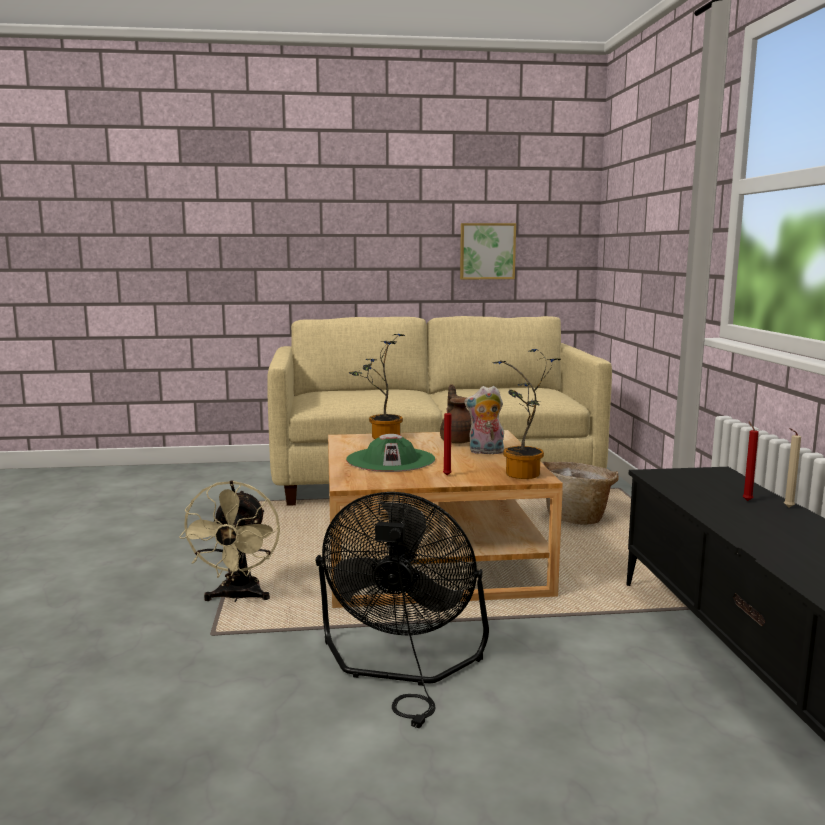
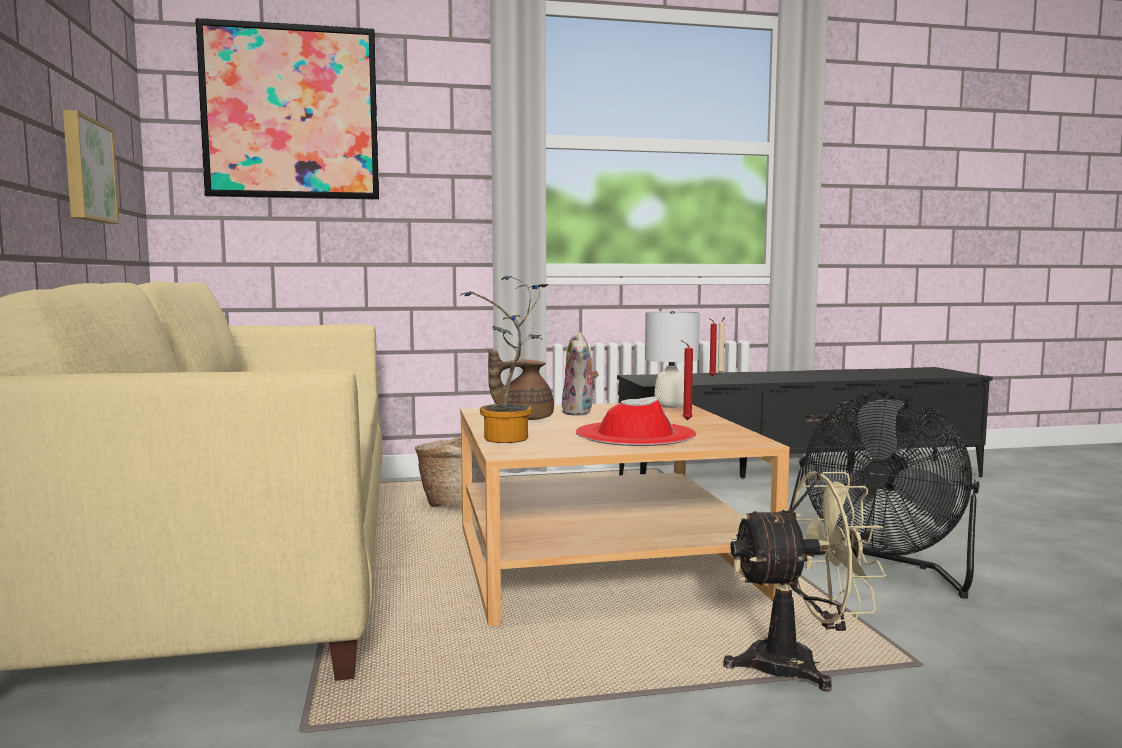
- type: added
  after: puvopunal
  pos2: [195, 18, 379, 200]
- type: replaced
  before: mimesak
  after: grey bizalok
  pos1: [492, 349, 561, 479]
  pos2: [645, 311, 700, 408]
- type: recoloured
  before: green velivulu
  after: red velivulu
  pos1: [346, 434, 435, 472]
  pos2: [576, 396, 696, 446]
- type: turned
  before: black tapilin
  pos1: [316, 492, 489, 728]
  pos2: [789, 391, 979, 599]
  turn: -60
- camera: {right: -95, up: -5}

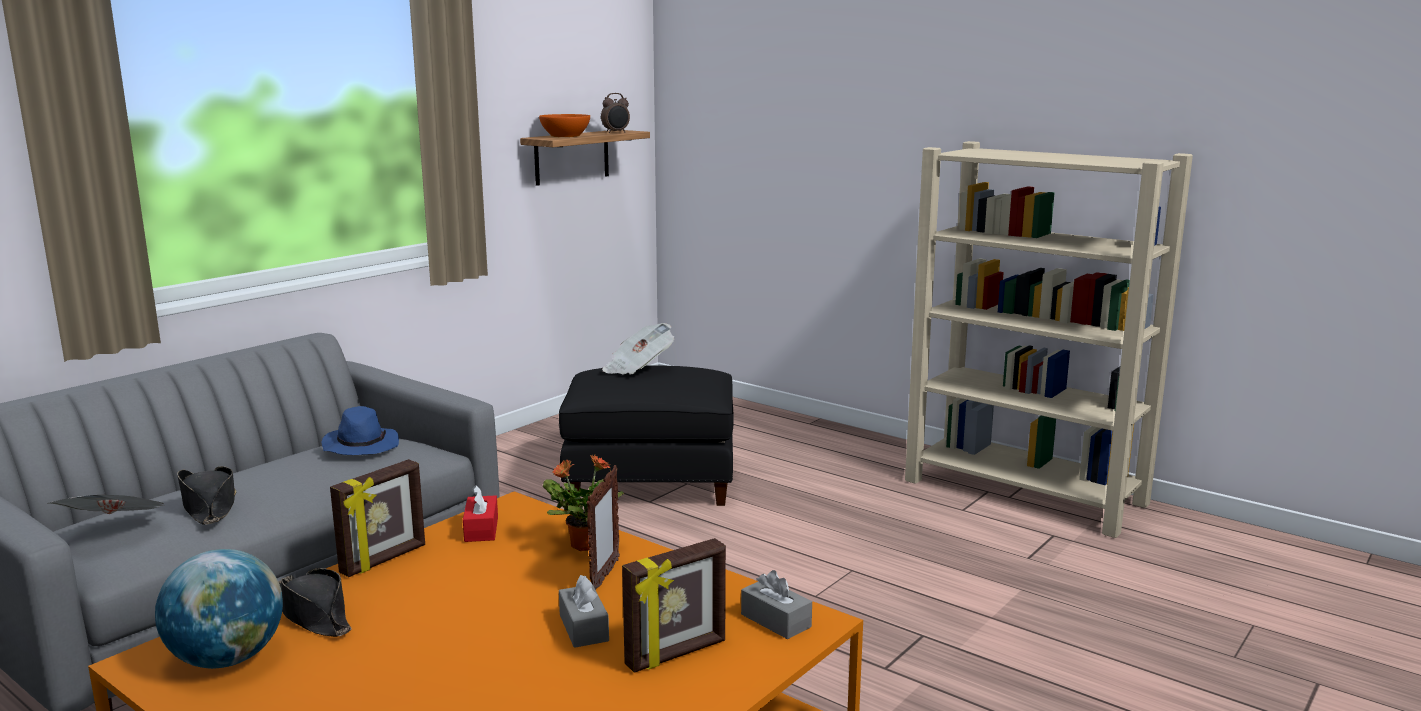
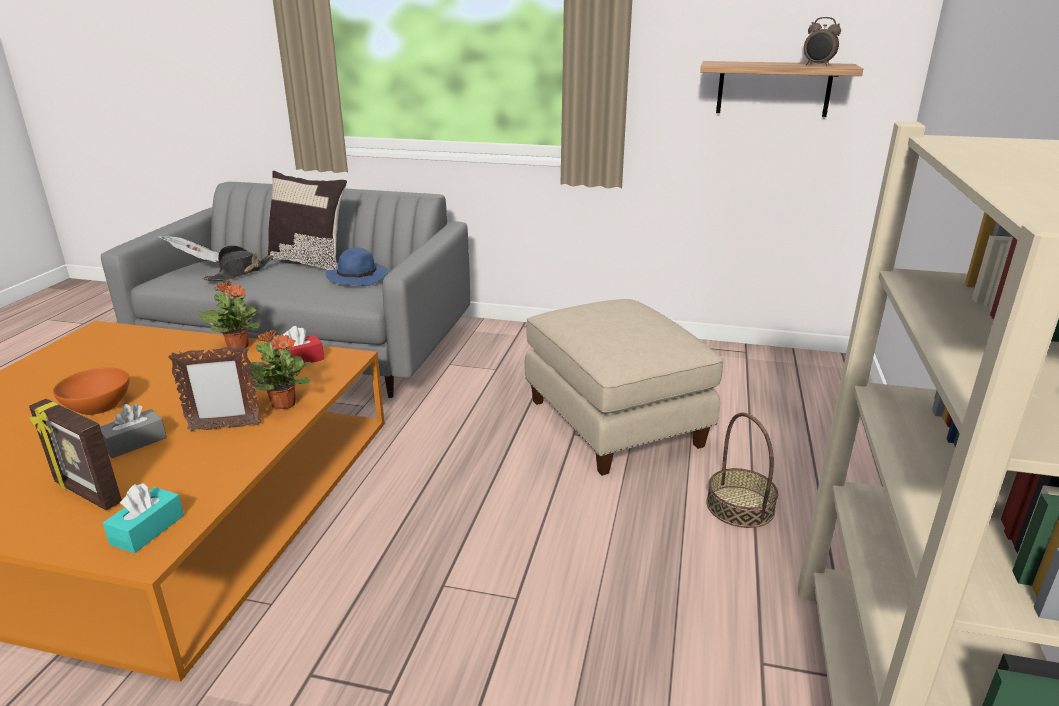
- type: removed
  before: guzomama
  pos1: [155, 549, 283, 669]
- type: removed
  before: black velivulu
  pos1: [278, 568, 352, 637]
- type: removed
  before: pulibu
  pos1: [602, 323, 674, 375]
- type: added
  after: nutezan
  pos2: [268, 171, 347, 270]
- type: added
  after: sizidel
  pos2: [706, 412, 778, 528]
- type: moved
  before: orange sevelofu
  pos1: [539, 114, 590, 137]
  pos2: [53, 367, 129, 415]
- type: replaced
  before: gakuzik
  after: mimesak
  pos1: [330, 459, 425, 577]
  pos2: [198, 281, 260, 348]
- type: recoloured
  before: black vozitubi
  after: beige vozitubi
  pos1: [559, 365, 734, 506]
  pos2: [525, 299, 723, 475]
- type: recoloured
  before: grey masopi
  after: turquoise masopi
  pos1: [741, 570, 812, 639]
  pos2: [103, 483, 184, 553]
- camera: {right: 65, up: 10}

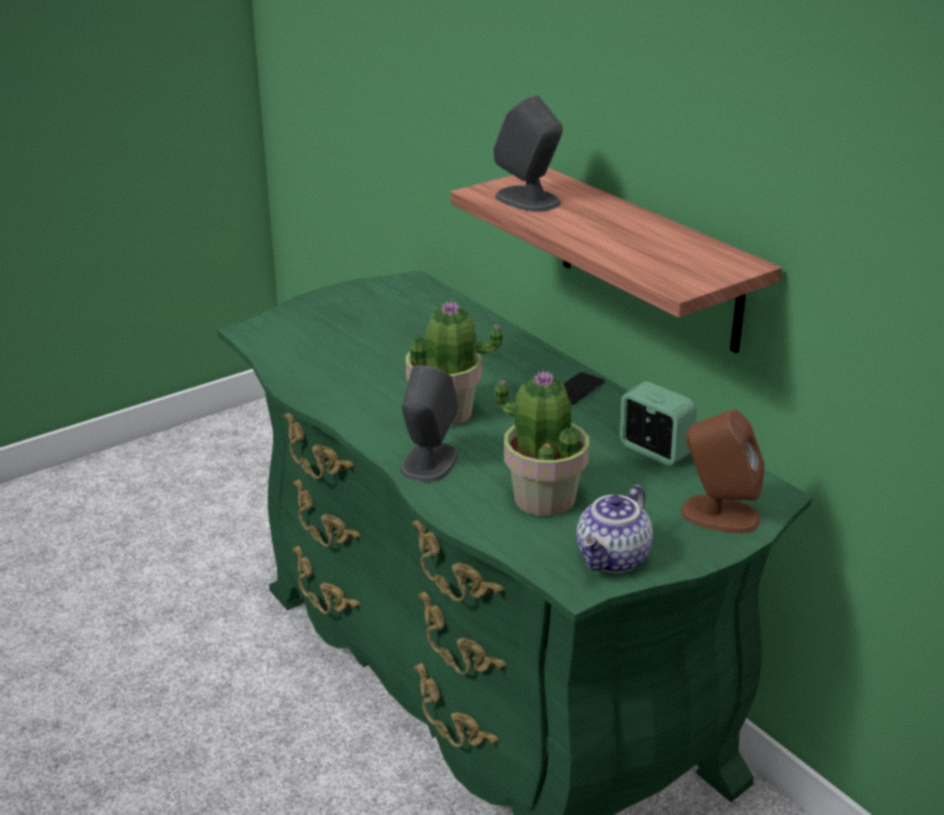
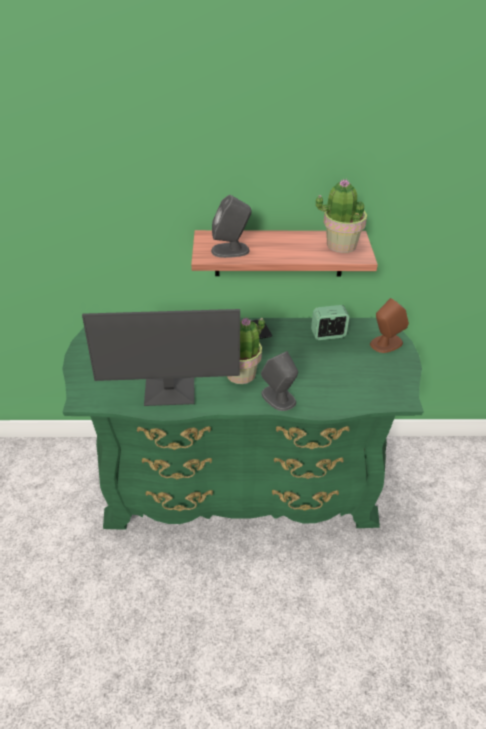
- type: removed
  before: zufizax
  pos1: [576, 485, 653, 573]
- type: added
  after: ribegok
  pos2: [82, 309, 240, 406]
- type: moved
  before: mimesak
  pos1: [494, 370, 589, 516]
  pos2: [316, 179, 367, 253]
- camera: {right: -55, up: 10}

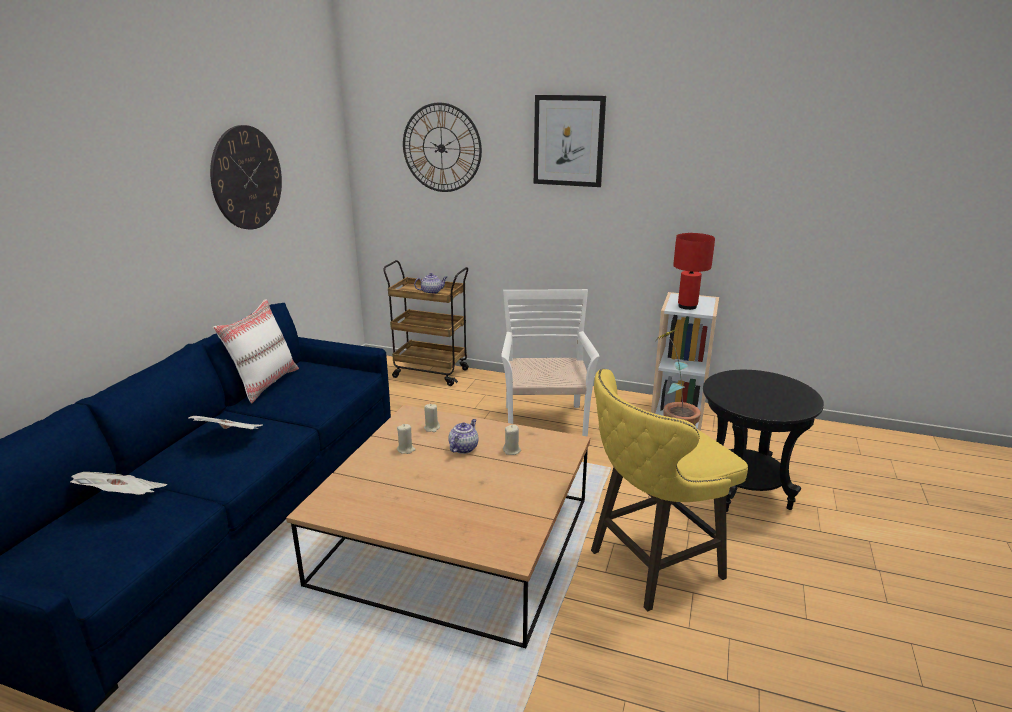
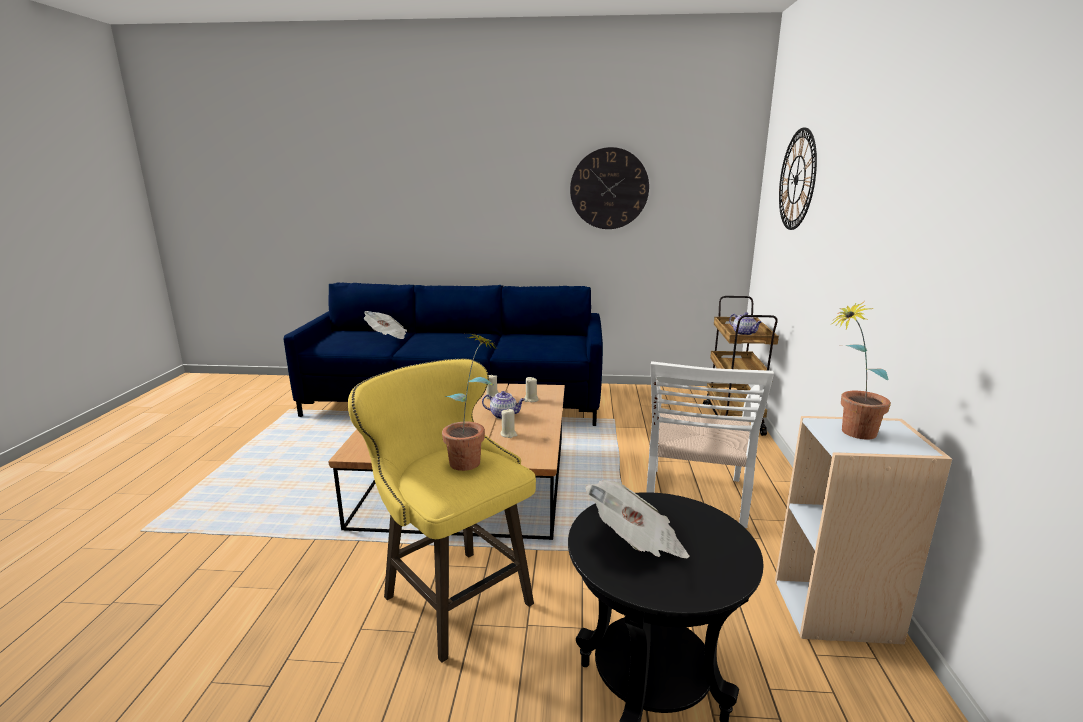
- type: removed
  before: white nutezan
  pos1: [213, 299, 299, 403]
- type: removed
  before: puvopunal
  pos1: [534, 95, 606, 187]
- type: moved
  before: pulibu
  pos1: [189, 416, 262, 429]
  pos2: [586, 480, 689, 558]
- type: replaced
  before: red bizalok
  after: mimesak
  pos1: [673, 233, 715, 310]
  pos2: [832, 301, 891, 440]
- type: turned
  before: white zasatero
  pos1: [501, 289, 599, 437]
  pos2: [646, 361, 774, 528]
  turn: 120
- camera: {right: 75, up: -5}

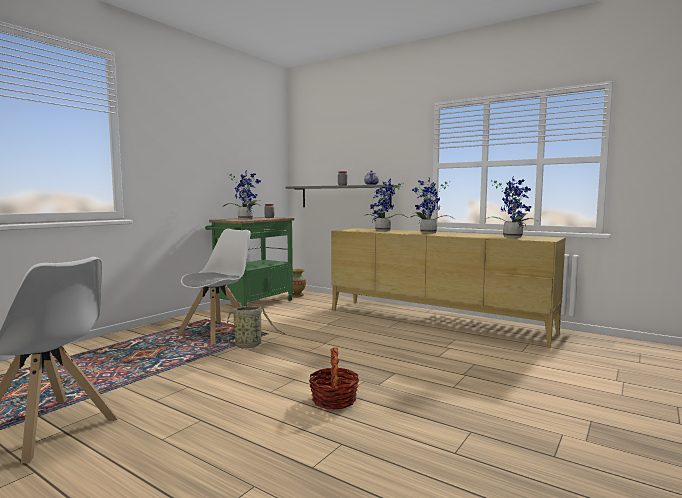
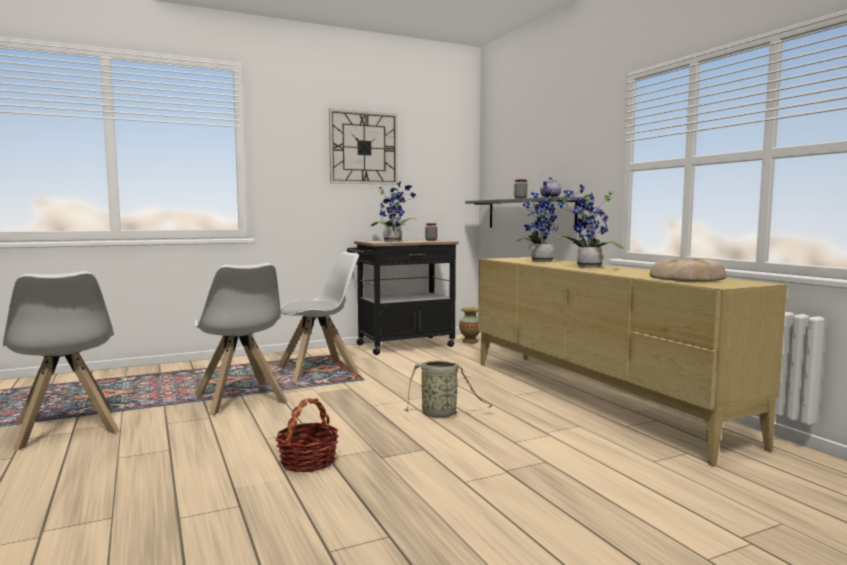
- type: added
  after: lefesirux
  pos2: [194, 263, 288, 415]
- type: added
  after: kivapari
  pos2: [329, 108, 398, 185]
- type: moved
  before: sizidel
  pos1: [222, 306, 285, 348]
  pos2: [403, 360, 492, 418]
- type: replaced
  before: mimesak
  after: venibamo
  pos1: [484, 175, 538, 238]
  pos2: [649, 258, 727, 282]
- type: recoloured
  before: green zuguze
  after: black zuguze
  pos1: [205, 217, 294, 307]
  pos2: [347, 240, 459, 355]
- camera: {right: 30, up: 0}

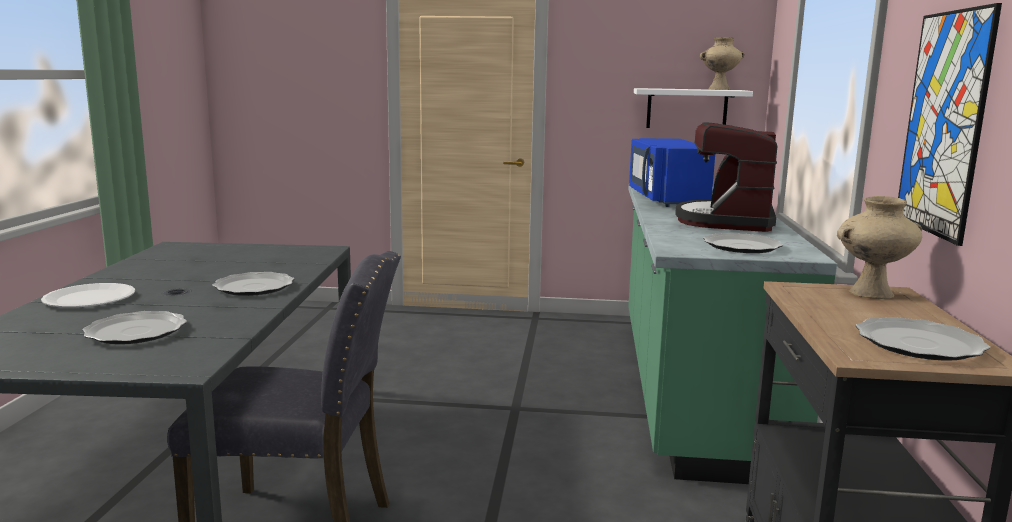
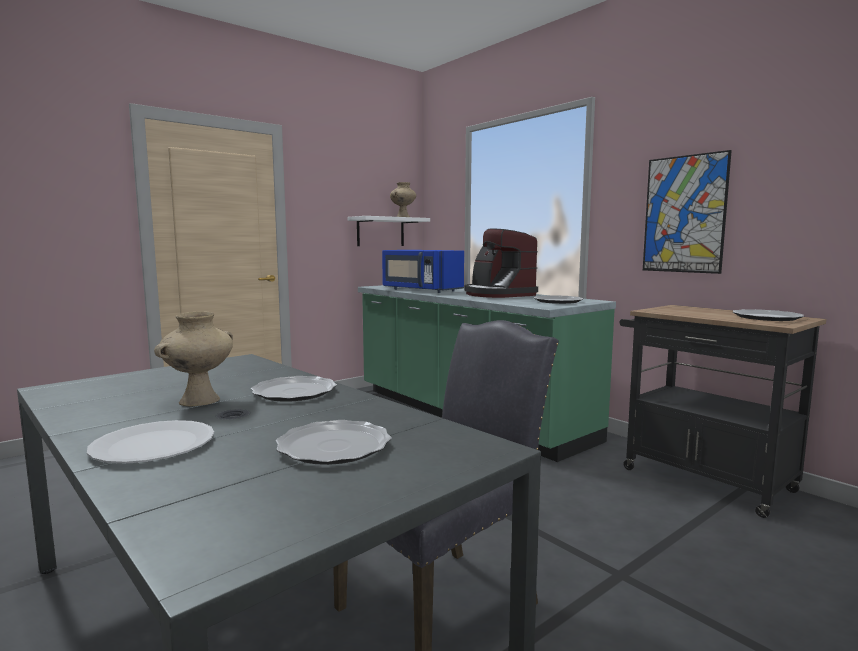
- type: moved
  before: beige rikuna
  pos1: [837, 196, 922, 299]
  pos2: [154, 311, 233, 406]
- camera: {right: -45, up: -5}

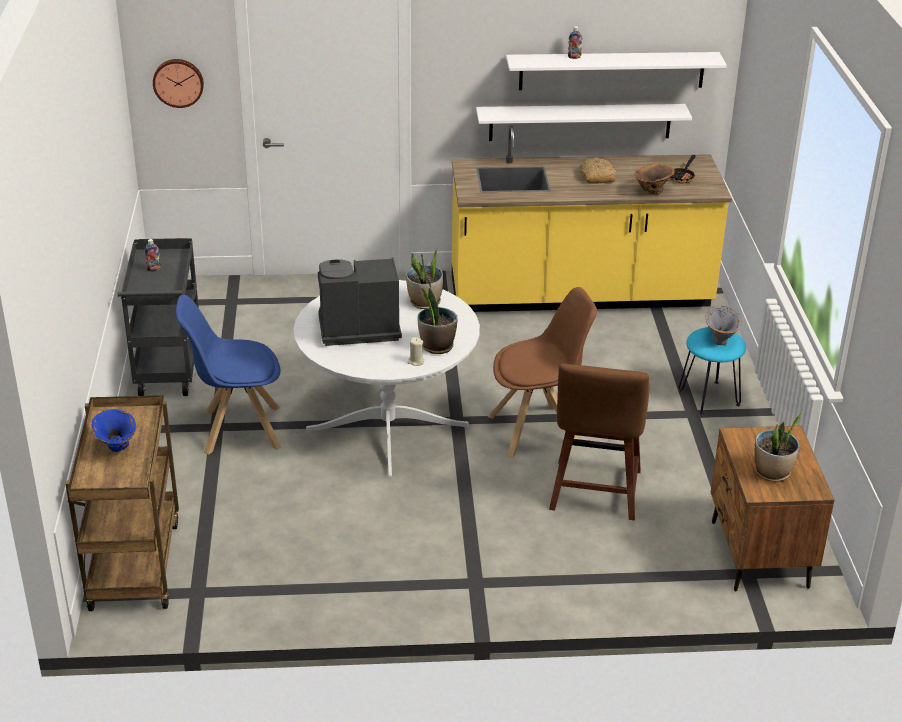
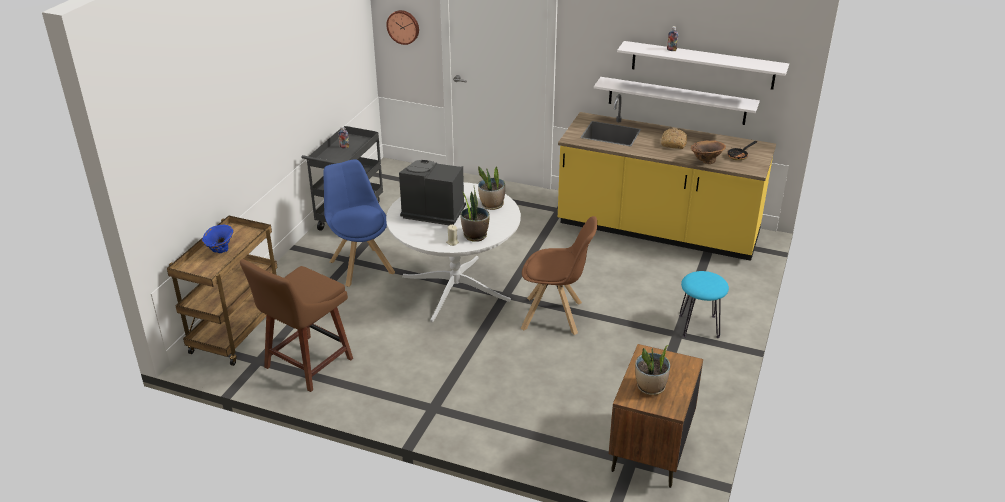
- type: removed
  before: grey rikuna
  pos1: [705, 305, 741, 345]
- type: moved
  before: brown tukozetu
  pos1: [549, 363, 650, 520]
  pos2: [240, 259, 353, 392]
- type: turned
  before: blue lefesirux
  pos1: [176, 295, 281, 455]
  pos2: [323, 159, 395, 287]
  turn: 45
- camera: {right: 25, up: 0}

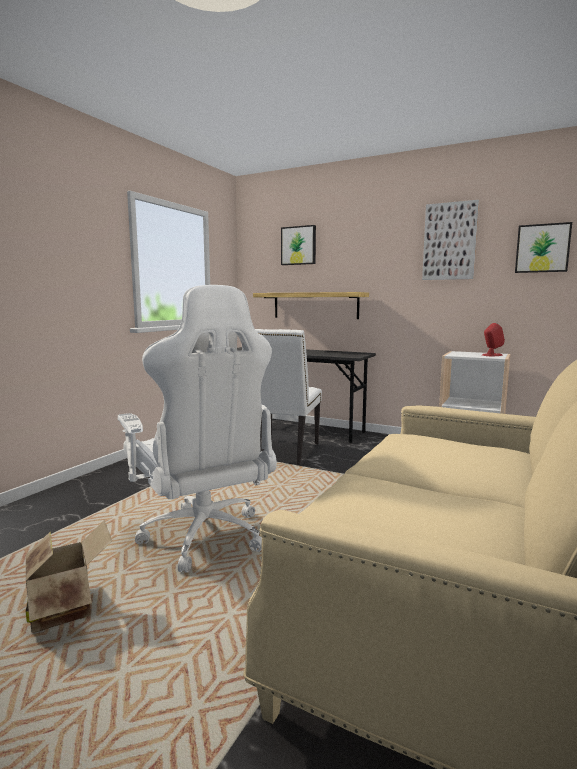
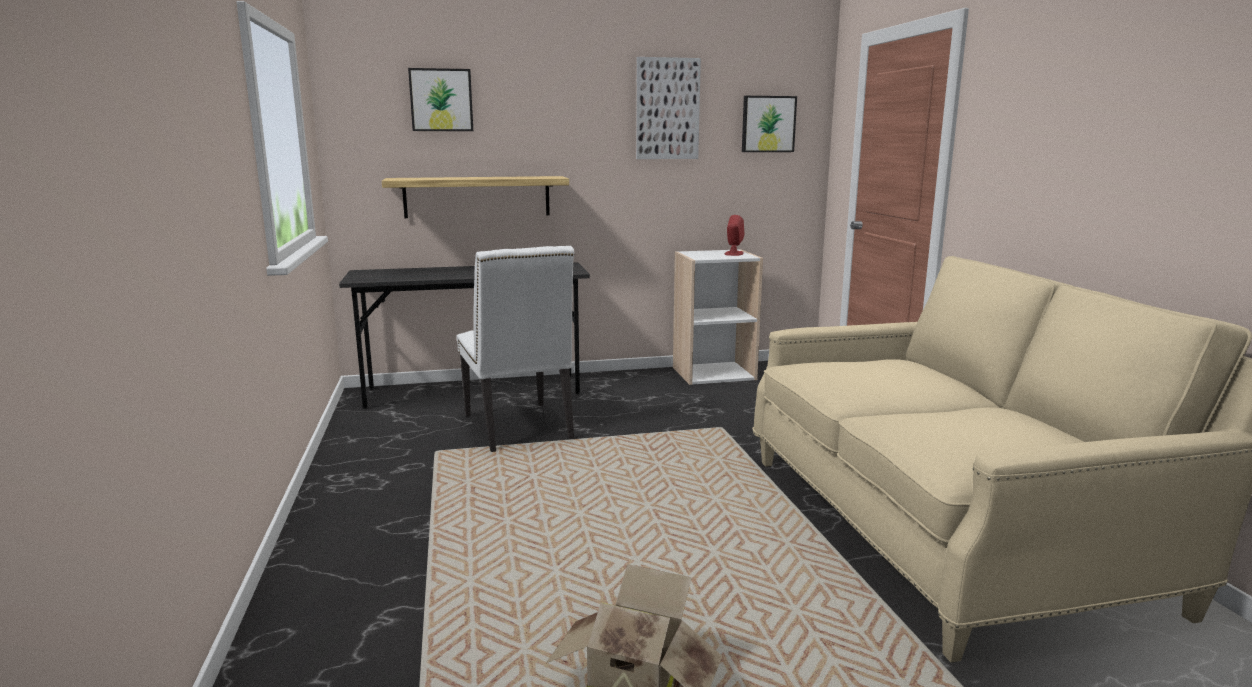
- type: removed
  before: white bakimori
  pos1: [118, 285, 277, 572]
- camera: {right: -40, up: 5}

